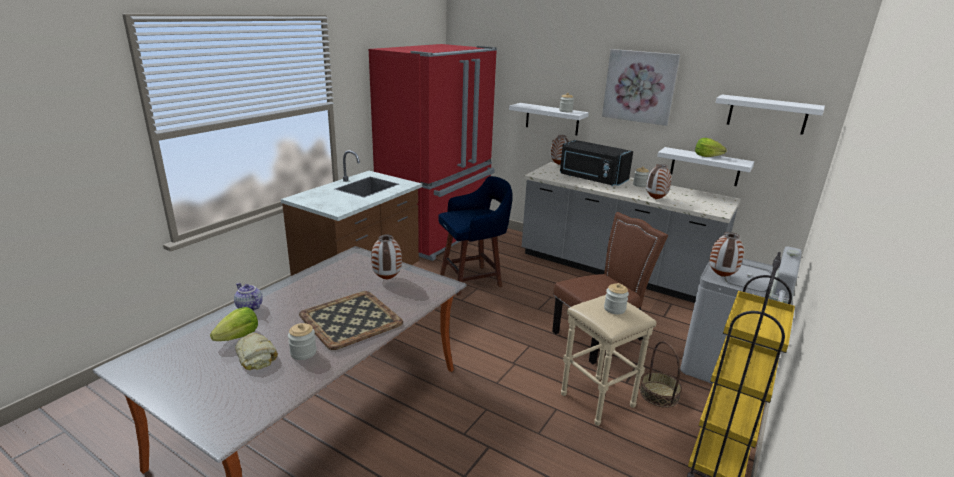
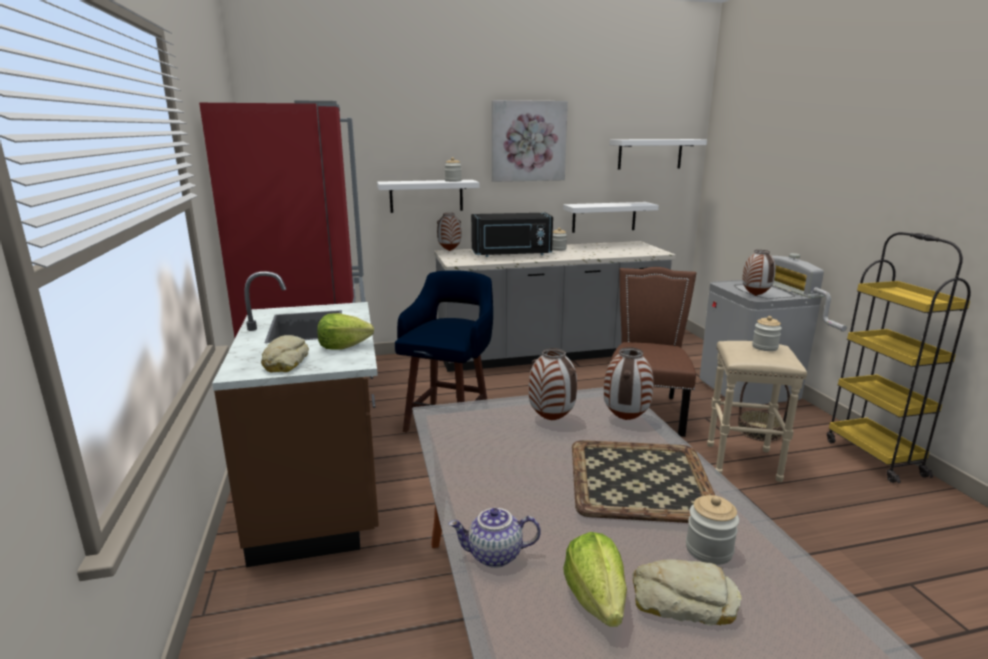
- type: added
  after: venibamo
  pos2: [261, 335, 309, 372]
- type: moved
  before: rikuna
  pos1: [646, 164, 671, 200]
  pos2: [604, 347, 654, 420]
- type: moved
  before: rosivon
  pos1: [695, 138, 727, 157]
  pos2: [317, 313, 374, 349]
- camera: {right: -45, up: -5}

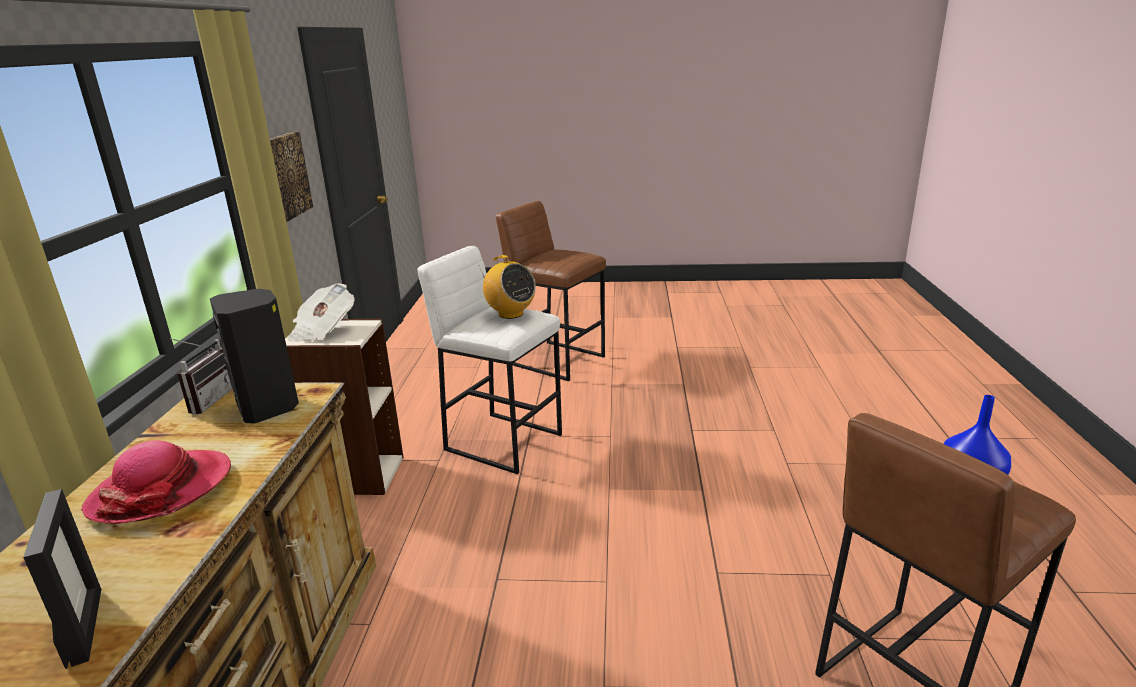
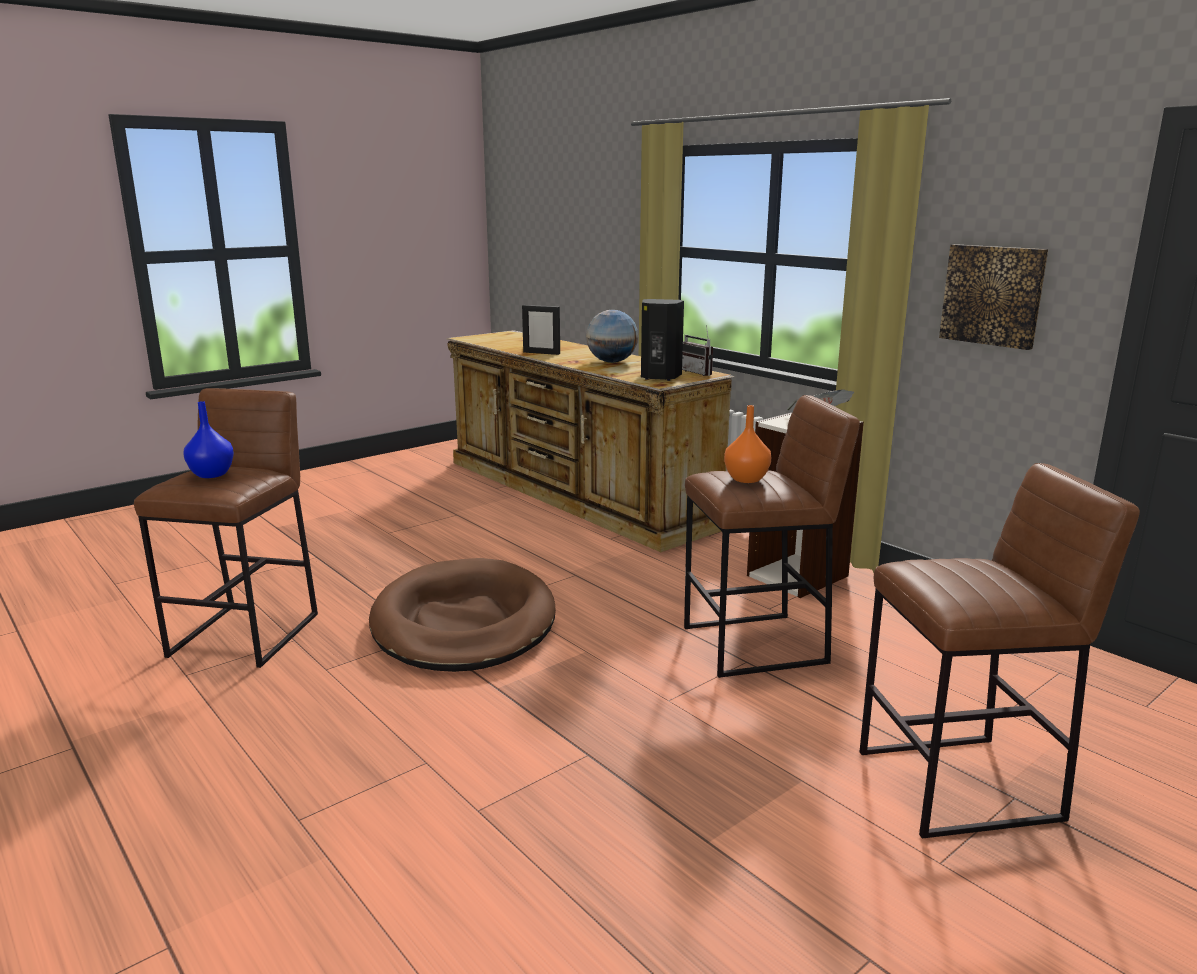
- type: added
  after: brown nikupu
  pos2: [369, 558, 556, 672]
- type: replaced
  before: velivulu
  after: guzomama
  pos1: [81, 441, 231, 524]
  pos2: [586, 310, 638, 363]
- type: replaced
  before: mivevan
  after: orange rikuna
  pos1: [479, 255, 536, 319]
  pos2: [724, 405, 771, 483]
- type: recoloured
  before: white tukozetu
  after: brown tukozetu
  pos1: [418, 246, 562, 474]
  pos2: [684, 395, 860, 678]
- camera: {right: 135, up: -5}

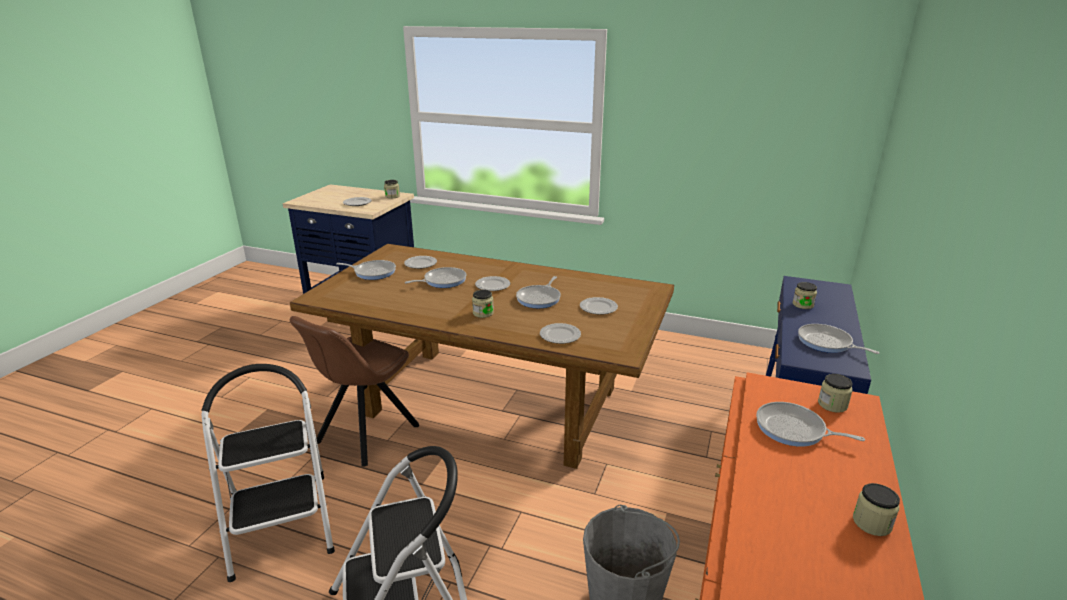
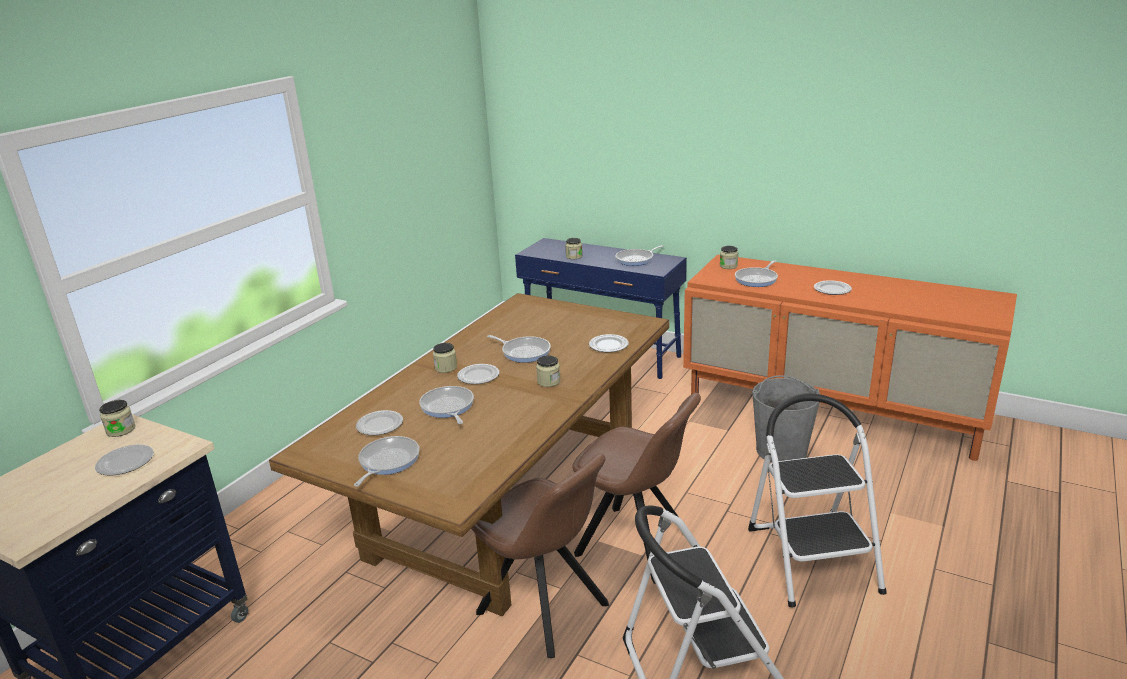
- type: added
  after: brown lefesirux
  pos2: [572, 393, 701, 584]
- type: moved
  before: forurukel
  pos1: [580, 297, 618, 315]
  pos2: [814, 280, 852, 295]
- type: moved
  before: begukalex
  pos1: [853, 483, 900, 536]
  pos2: [433, 343, 457, 373]
- camera: {right: -80, up: 0}

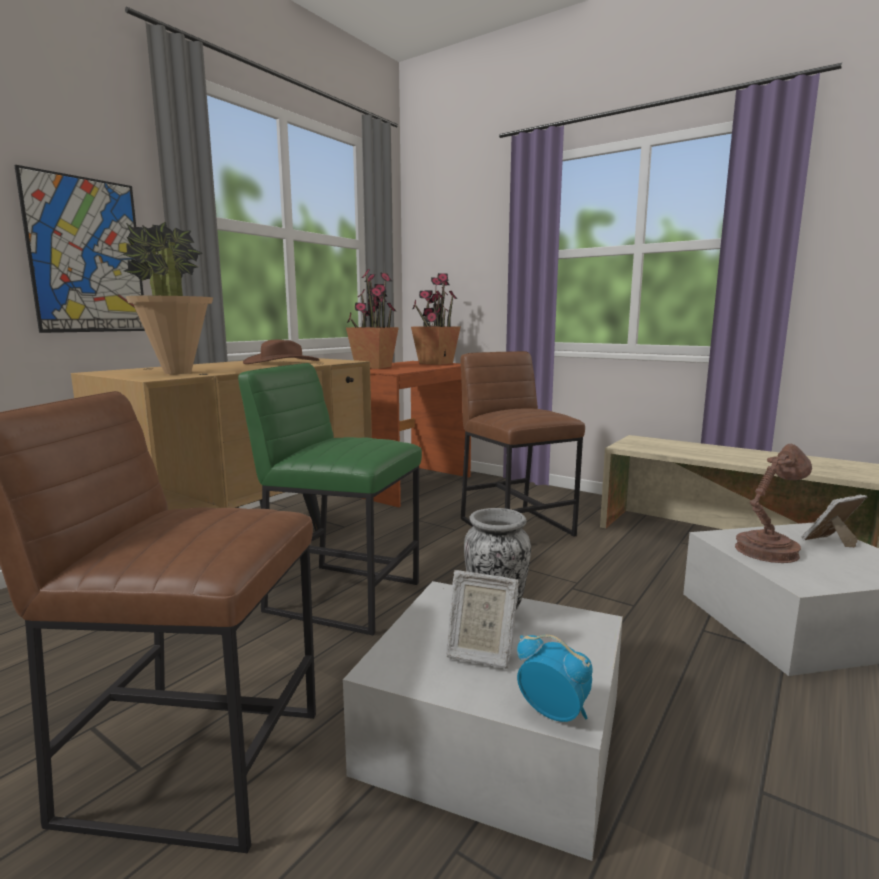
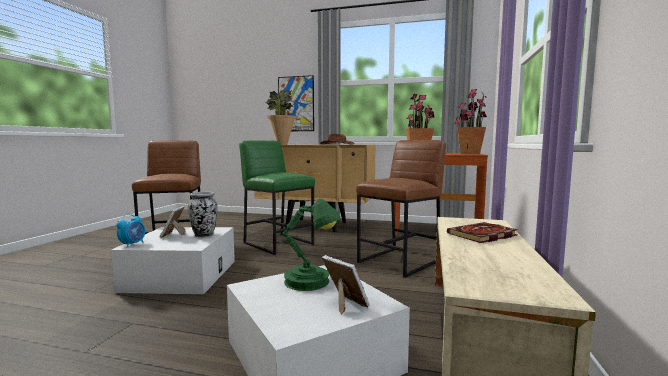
- type: added
  after: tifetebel
  pos2: [447, 222, 518, 243]
- type: recoloured
  before: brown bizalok
  after: green bizalok
  pos1: [735, 444, 812, 563]
  pos2: [282, 198, 341, 291]
- type: turned
  before: green lefesirux
  pos1: [238, 363, 422, 635]
  pos2: [239, 141, 315, 255]
  turn: -45
- camera: {right: 70, up: -5}

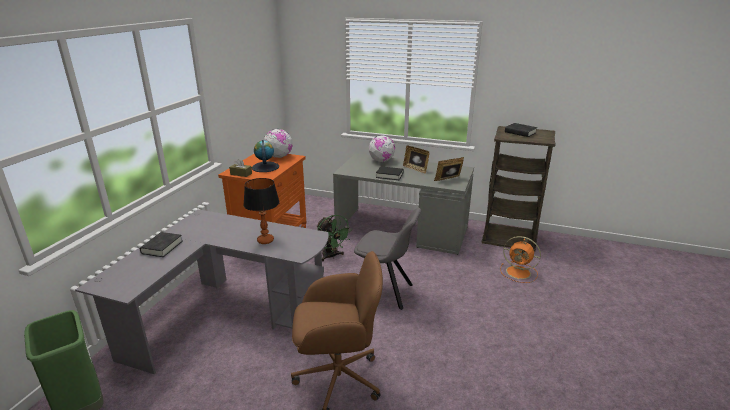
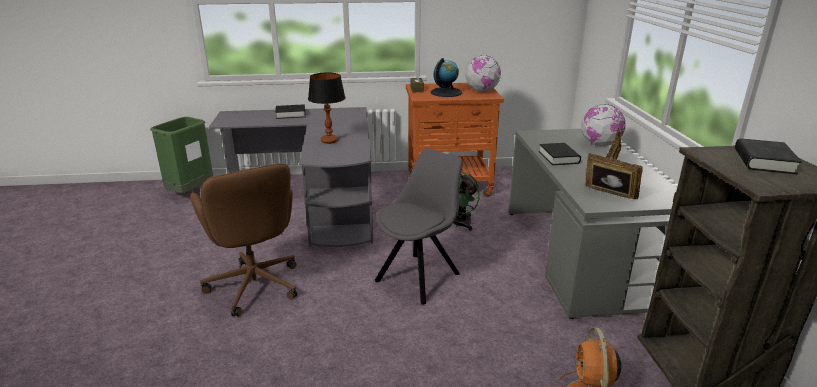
- type: turned
  before: grey lefesirux
  pos1: [354, 208, 421, 310]
  pos2: [375, 148, 463, 304]
  turn: -135
- camera: {right: 65, up: 0}

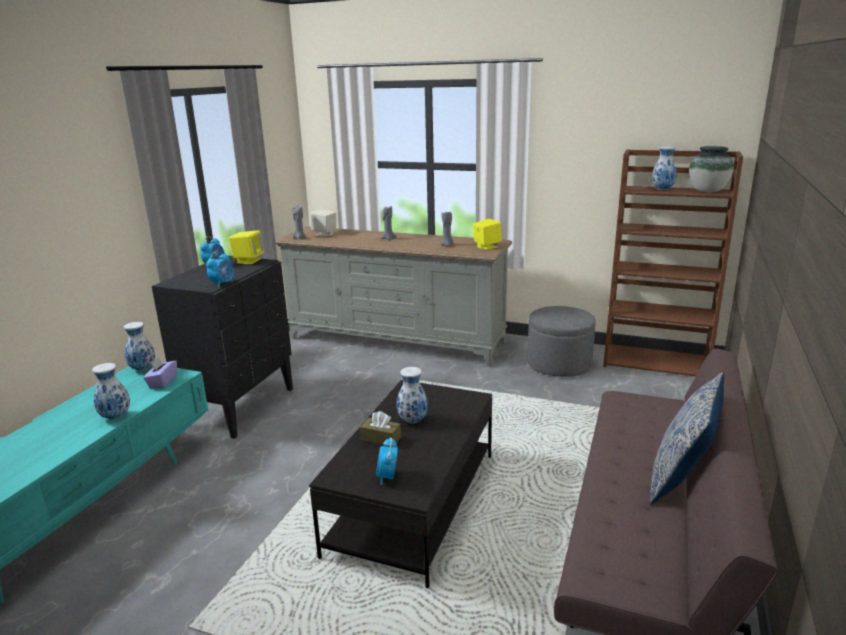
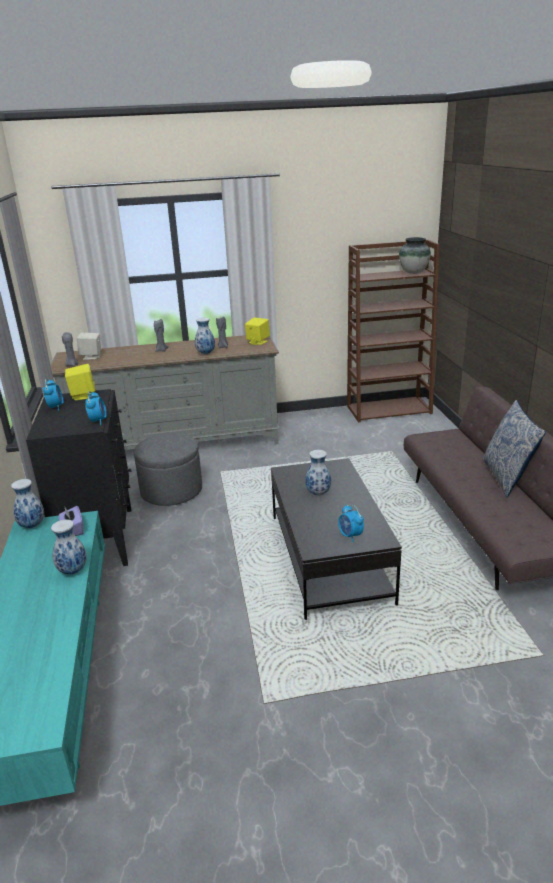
- type: removed
  before: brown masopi
  pos1: [360, 411, 401, 445]
- type: moved
  before: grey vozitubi
  pos1: [527, 306, 596, 377]
  pos2: [134, 433, 202, 506]
- type: moved
  before: rikuna
  pos1: [651, 146, 677, 190]
  pos2: [195, 318, 215, 354]
- camera: {right: -30, up: 5}

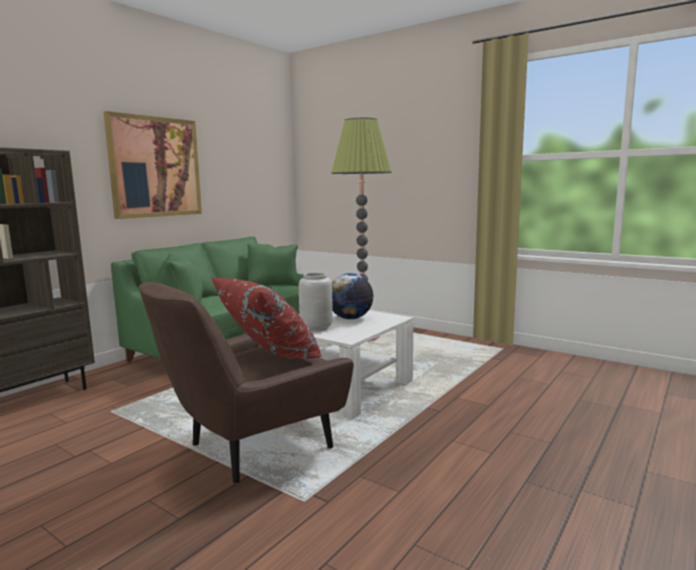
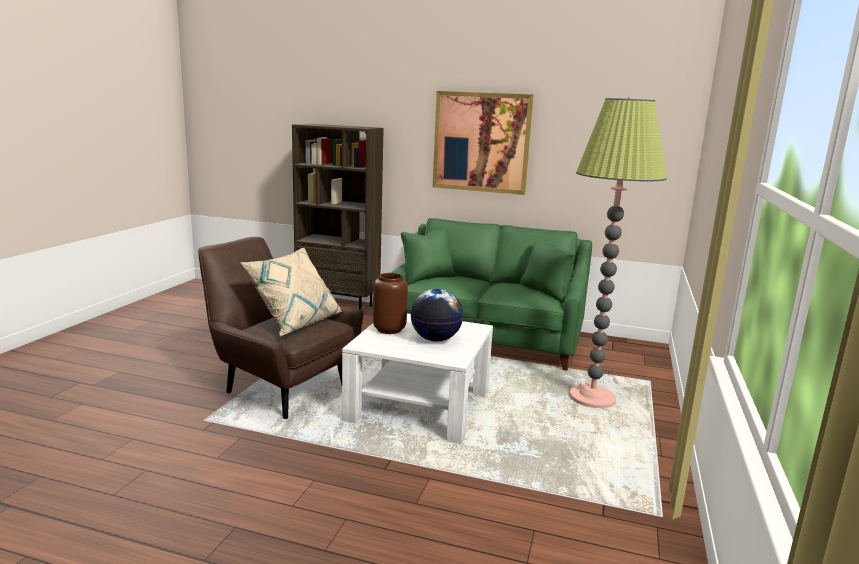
- type: recoloured
  before: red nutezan
  after: beige nutezan
  pos1: [211, 277, 322, 359]
  pos2: [240, 247, 342, 336]
- type: recoloured
  before: grey rikuna
  after: brown rikuna
  pos1: [299, 273, 333, 332]
  pos2: [373, 273, 408, 334]
- camera: {right: 70, up: 5}

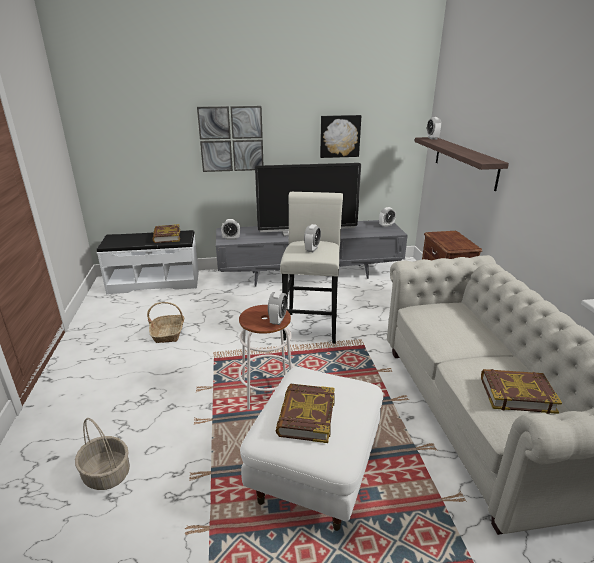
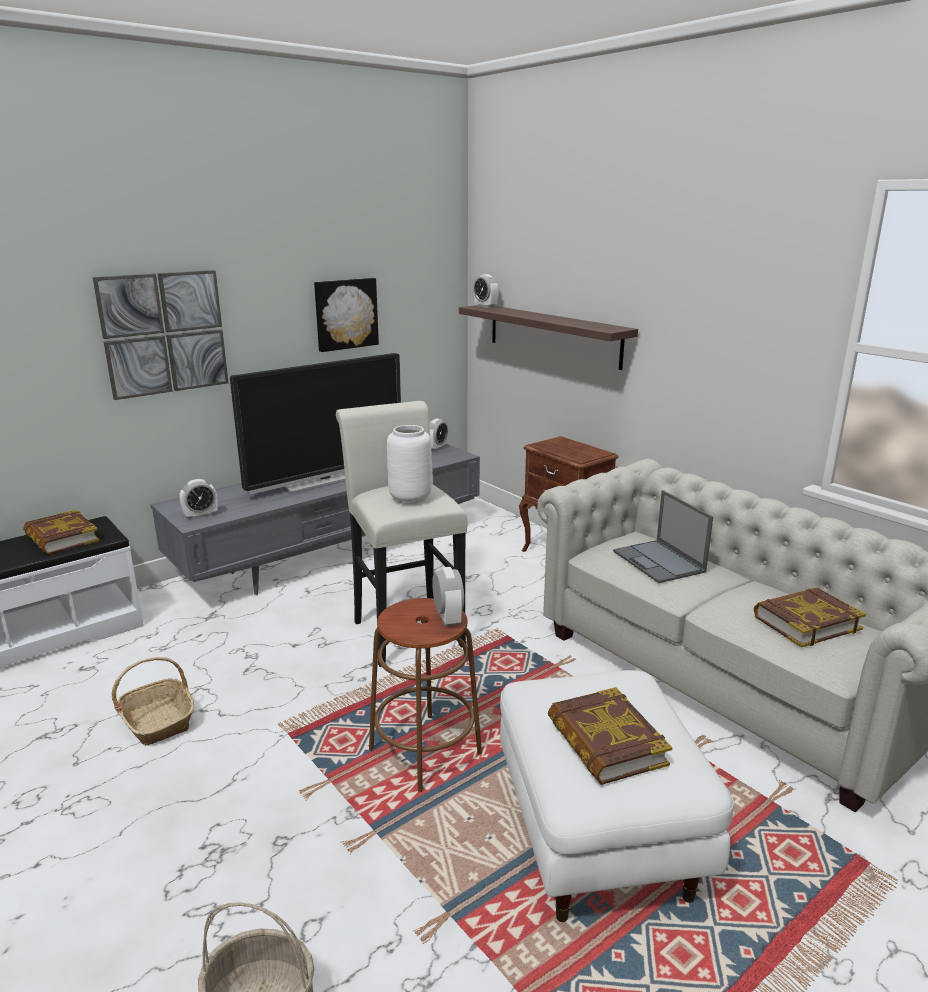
- type: added
  after: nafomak
  pos2: [613, 490, 713, 583]
- type: replaced
  before: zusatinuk
  after: white rikuna
  pos1: [304, 224, 321, 252]
  pos2: [387, 425, 432, 504]
- type: recoloured
  before: white tukozetu
  after: brown tukozetu
  pos1: [238, 305, 294, 410]
  pos2: [369, 598, 482, 792]
- camera: {right: -30, up: -5}

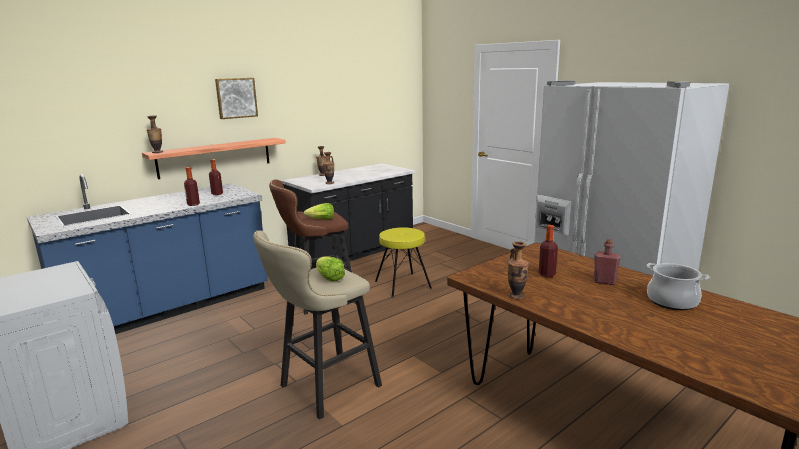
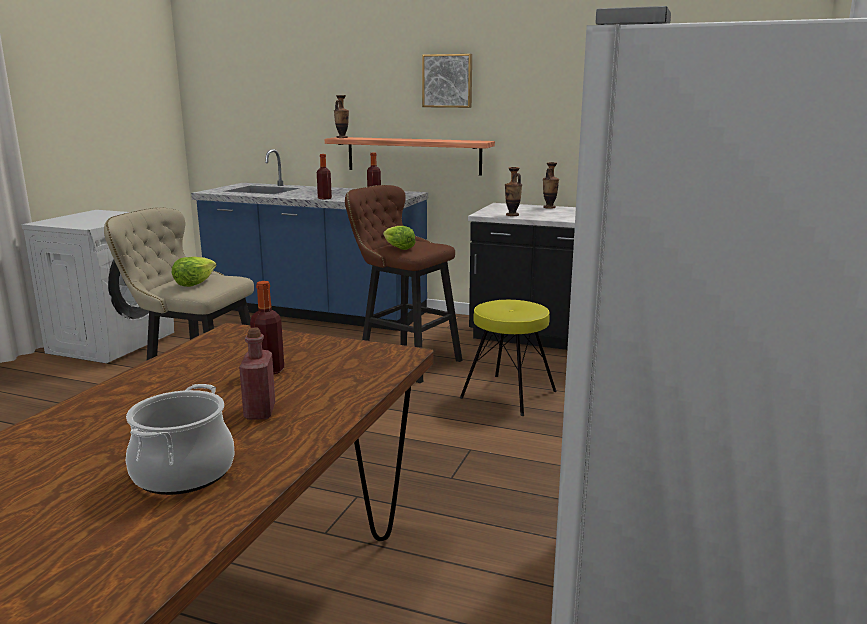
- type: removed
  before: rikuna
  pos1: [508, 241, 529, 300]
- camera: {right: 60, up: 0}

